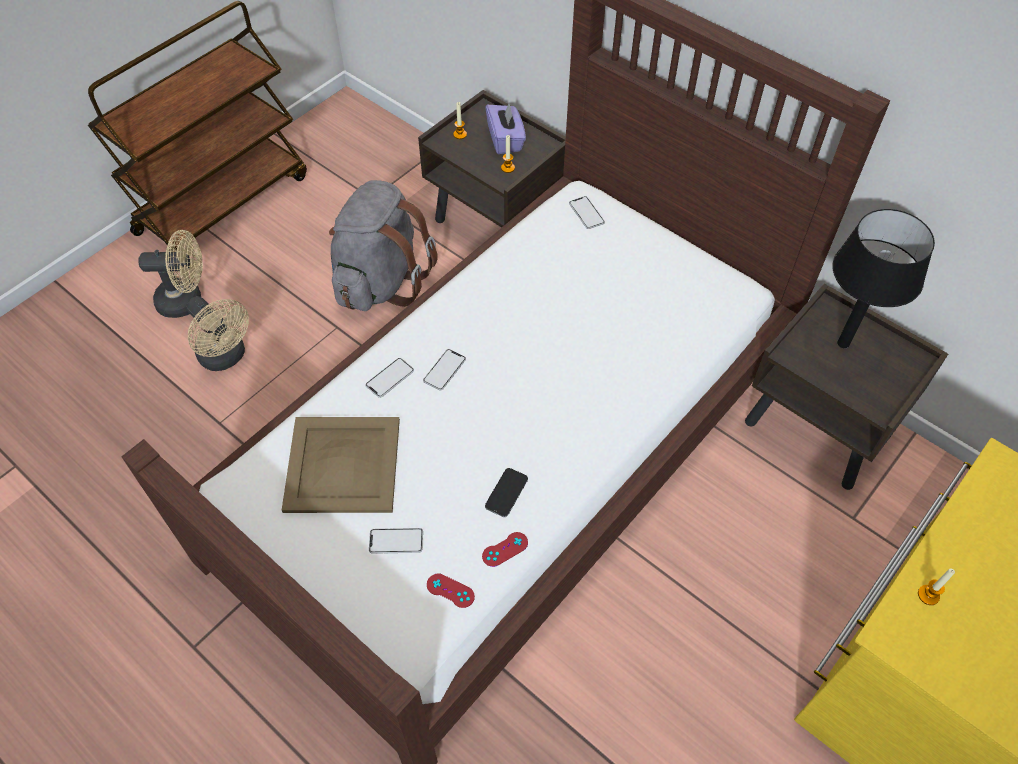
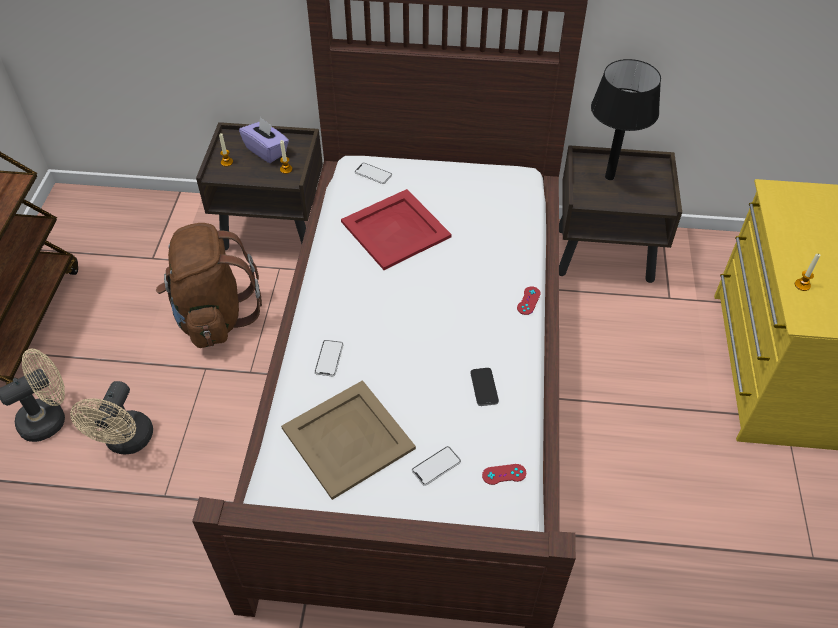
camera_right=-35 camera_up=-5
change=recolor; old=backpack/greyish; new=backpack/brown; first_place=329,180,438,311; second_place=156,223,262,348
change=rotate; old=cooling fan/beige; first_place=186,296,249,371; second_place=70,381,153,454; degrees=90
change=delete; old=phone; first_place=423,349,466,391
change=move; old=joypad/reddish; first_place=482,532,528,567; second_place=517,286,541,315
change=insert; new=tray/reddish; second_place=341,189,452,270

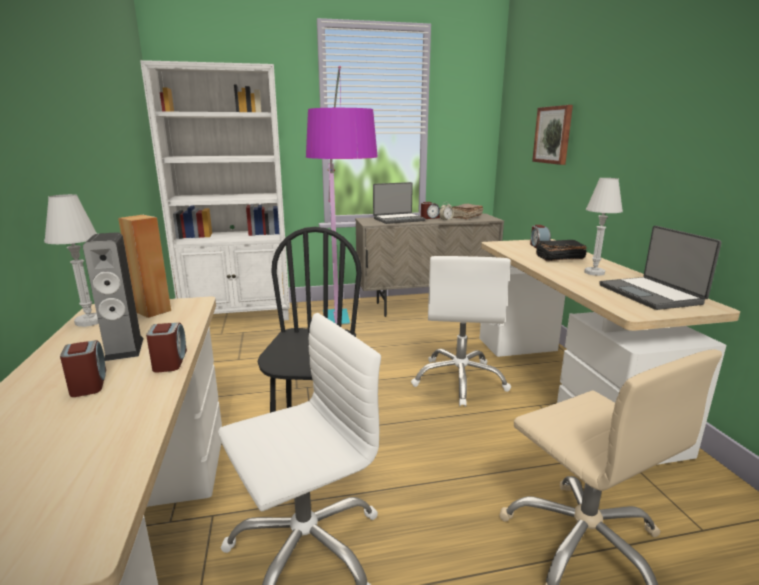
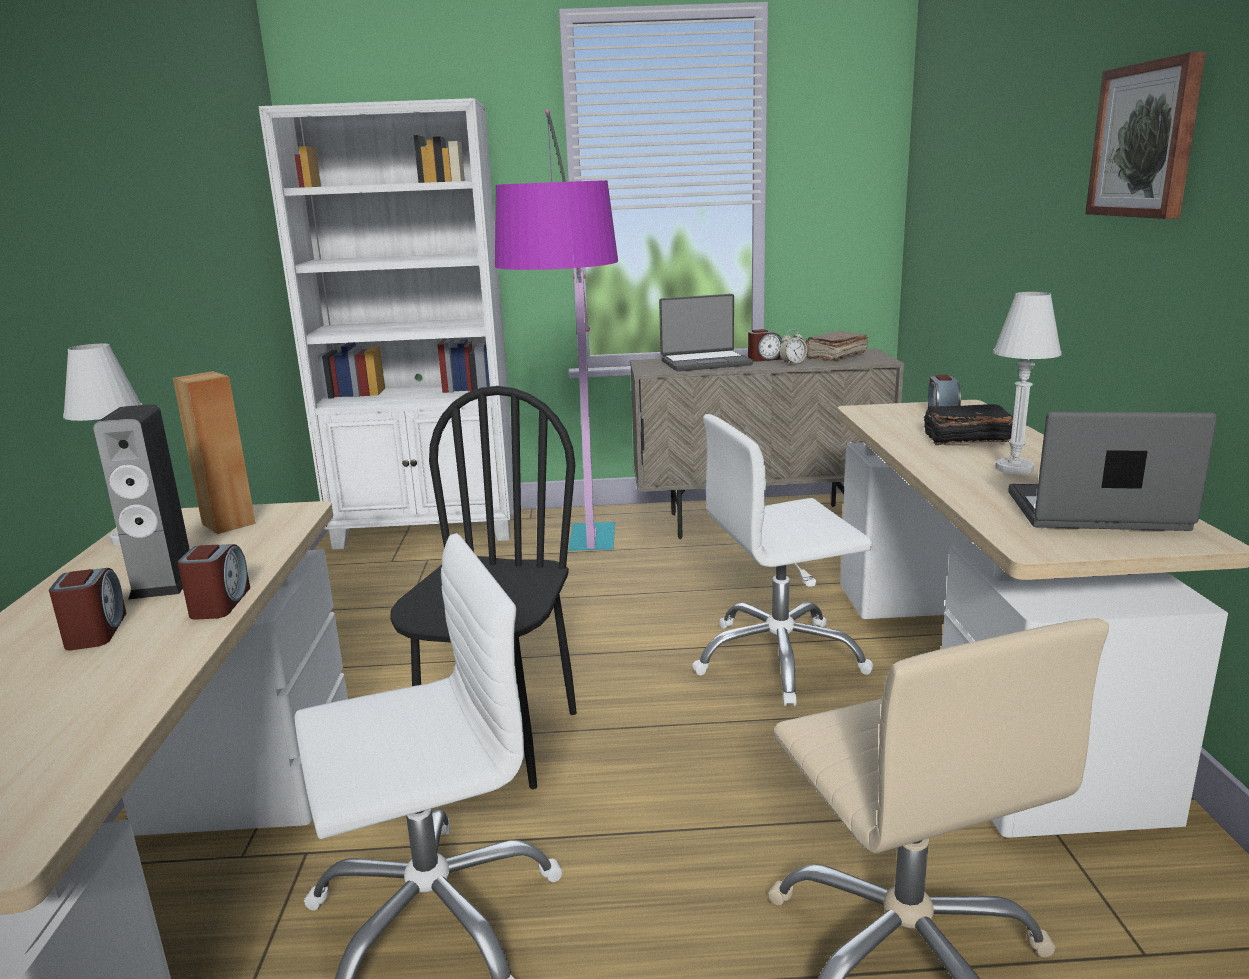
camera_right=10 camera_up=0
change=move; old=picture; first_place=532,105,573,165; second_place=1085,52,1206,219
change=rotate; old=portable computer; first_place=599,226,722,310; second_place=1009,412,1217,531; degrees=105
change=rotate; old=desk chair/white-coloured; first_place=411,256,511,407; second_place=692,414,873,706; degrees=60

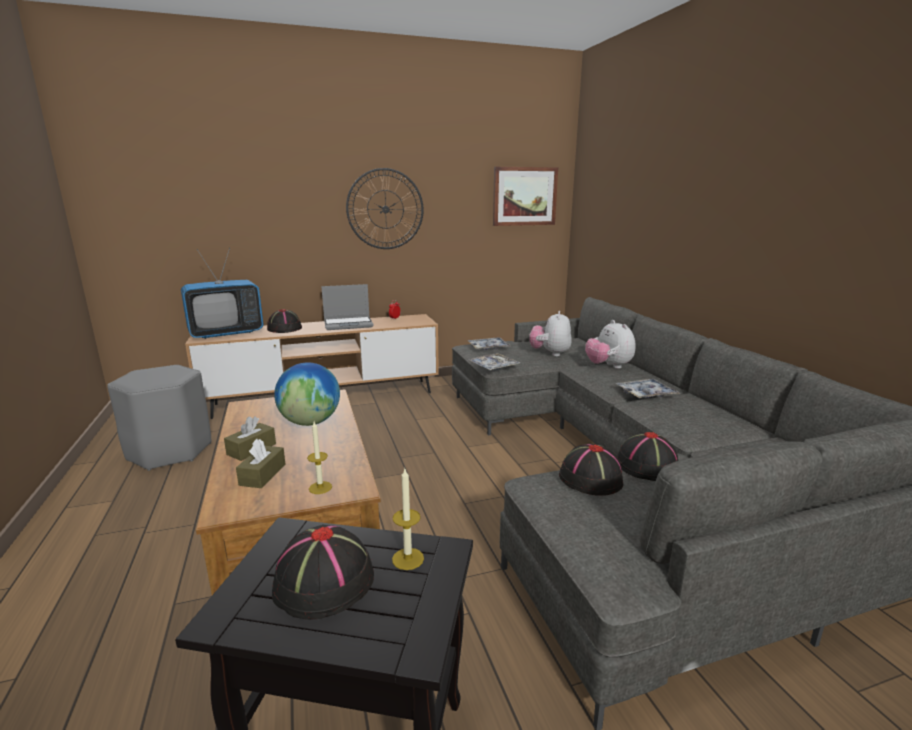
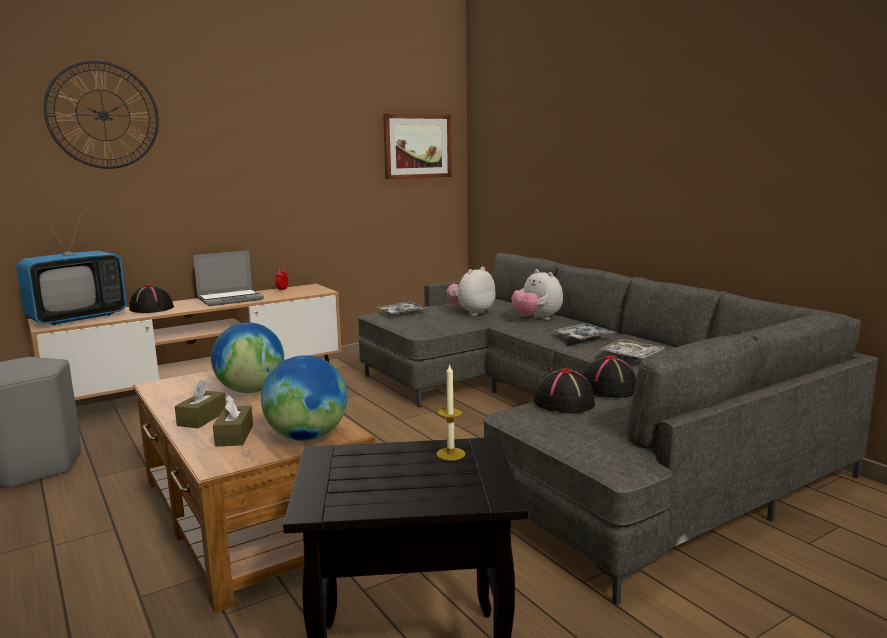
camera_right=-15 camera_up=-5
change=move; old=hanging clock; first_place=346,168,424,249; second_place=43,60,159,169
change=rotate; old=plush toy; first_place=529,311,572,356; second_place=446,267,496,316; degrees=45
change=move; old=tray; first_place=469,353,520,370; second_place=599,339,665,359
change=replace; old=wax light; new=world globe; first_place=307,422,332,494; second_place=261,355,347,441
change=delete; old=wearable hat/black; first_place=272,524,374,620

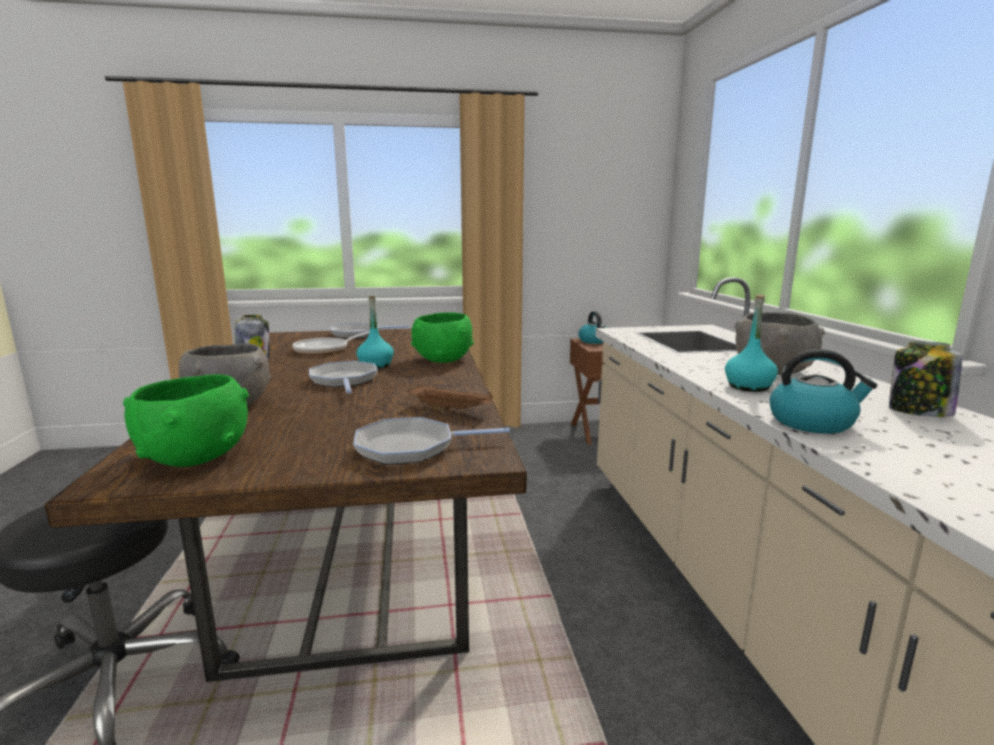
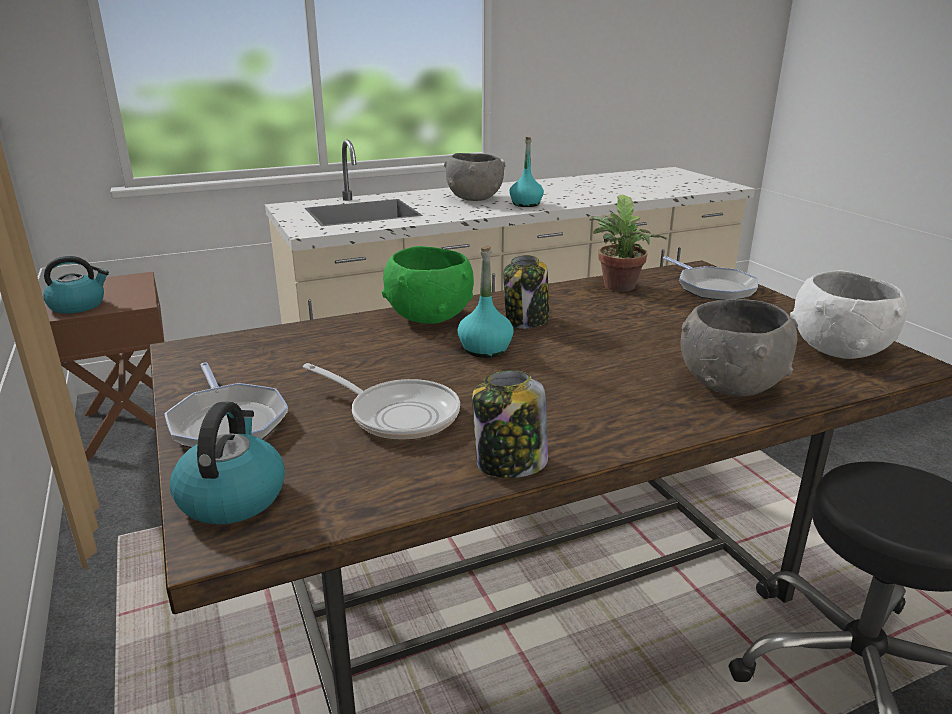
camera_right=-105 camera_up=10
change=move; old=jar; first_place=889,342,962,417; second_place=504,255,549,329
change=move; old=tea kettle; first_place=770,349,878,434; second_place=170,402,285,524
change=delete; old=pan; first_place=309,361,378,393
change=recolor; old=serving bowl/green; new=serving bowl/white-coloured; first_place=123,375,249,467; second_place=790,271,907,359
change=replace; old=tray/brown; new=plant in a pot; first_place=407,386,493,412; second_place=589,195,667,291

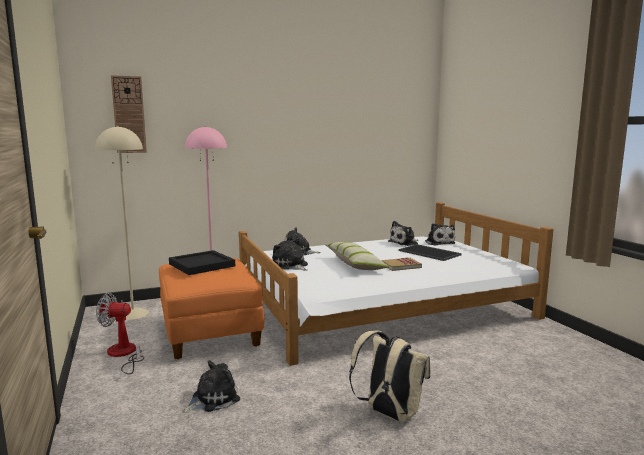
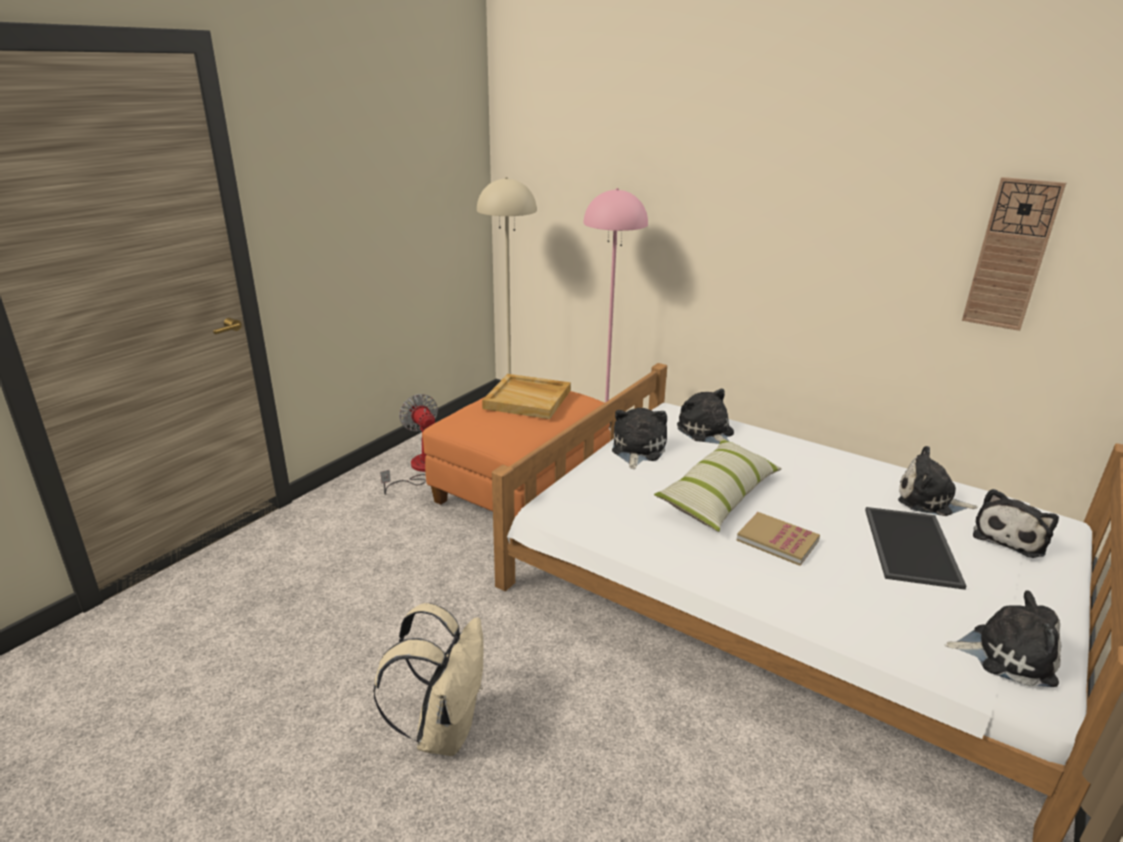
camera_right=55 camera_up=15
change=move; old=hanging clock; first_place=111,75,147,153; second_place=962,177,1066,331
change=recolor; old=tray/black; new=tray/beige; first_place=169,250,235,275; second_place=482,374,571,419
change=move; old=plush toy; first_place=182,360,240,413; second_place=945,590,1061,687

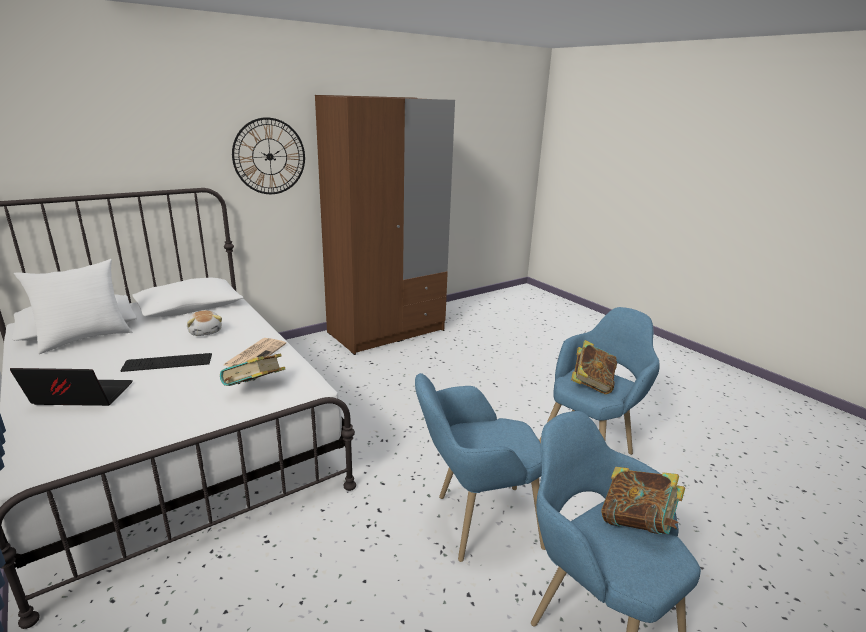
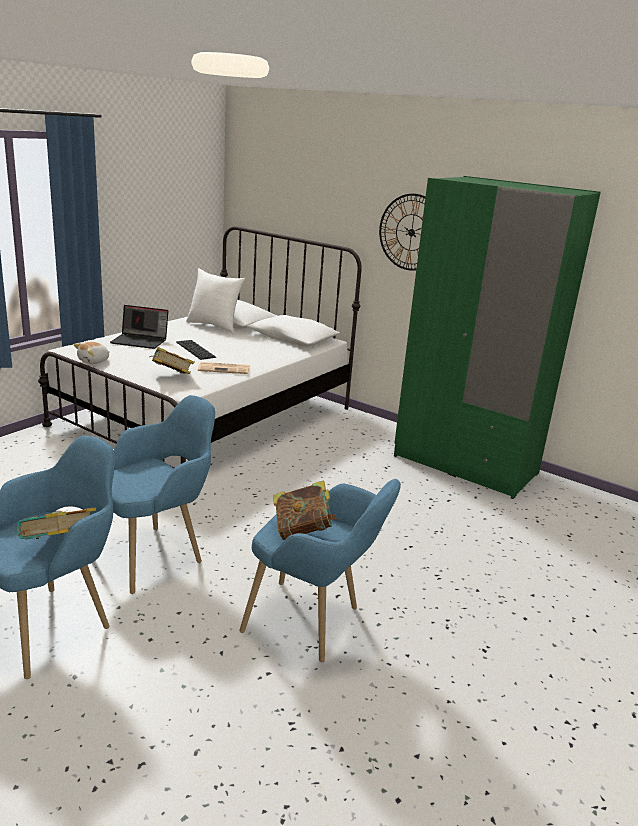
camera_right=70 camera_up=0
change=recolor; old=wardrobe/brown; new=wardrobe/green; first_place=315,95,455,355; second_place=394,176,601,499
change=move; old=plush toy; first_place=187,310,222,336; second_place=73,342,110,364
change=rotate; old=portable computer; first_place=10,368,133,406; second_place=110,305,168,349; degrees=120
change=rotate; old=easy chair/blue; first_place=415,373,546,562; second_place=112,395,215,594; degrees=75

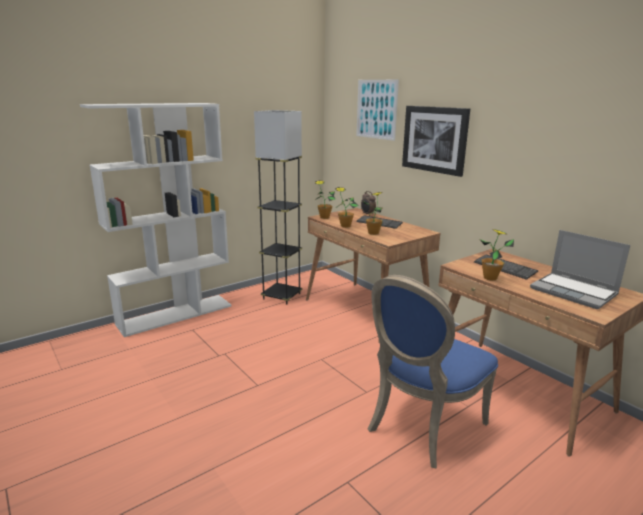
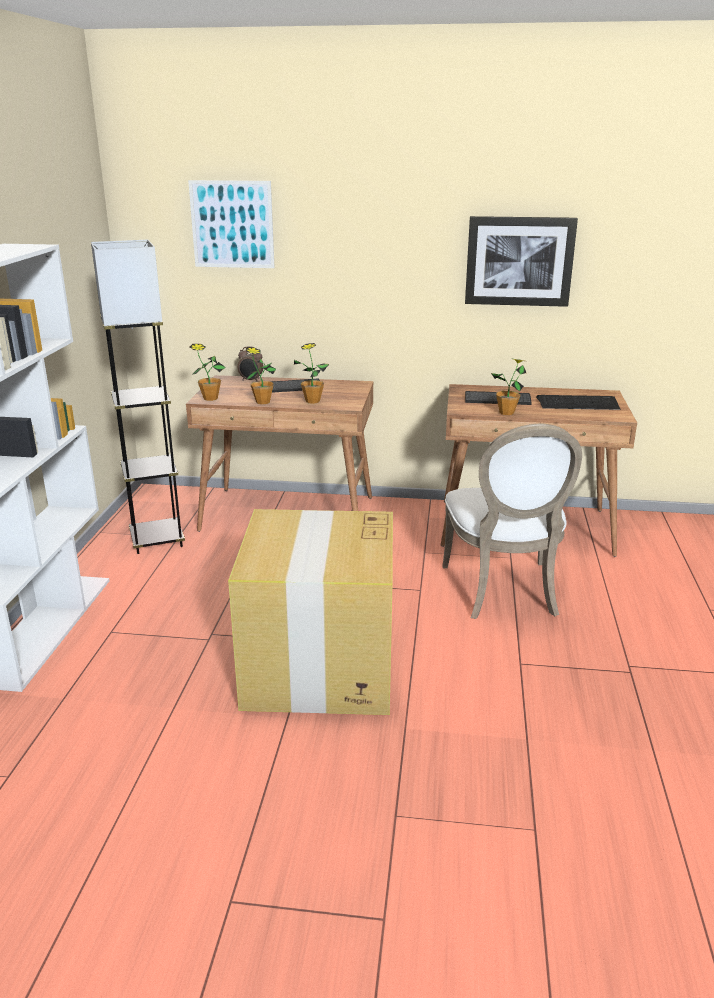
camera_right=-45 camera_up=5
change=move; old=picture; first_place=402,106,470,177; second_place=465,216,578,307
change=replace; old=portable computer; new=computer keyboard; first_place=530,230,630,309; second_place=536,395,620,410
change=recolor; old=plain chair/blue; new=plain chair/white-coloured; first_place=367,275,498,469; second_place=442,424,582,619
change=insert; new=packing box; second_place=228,509,393,715

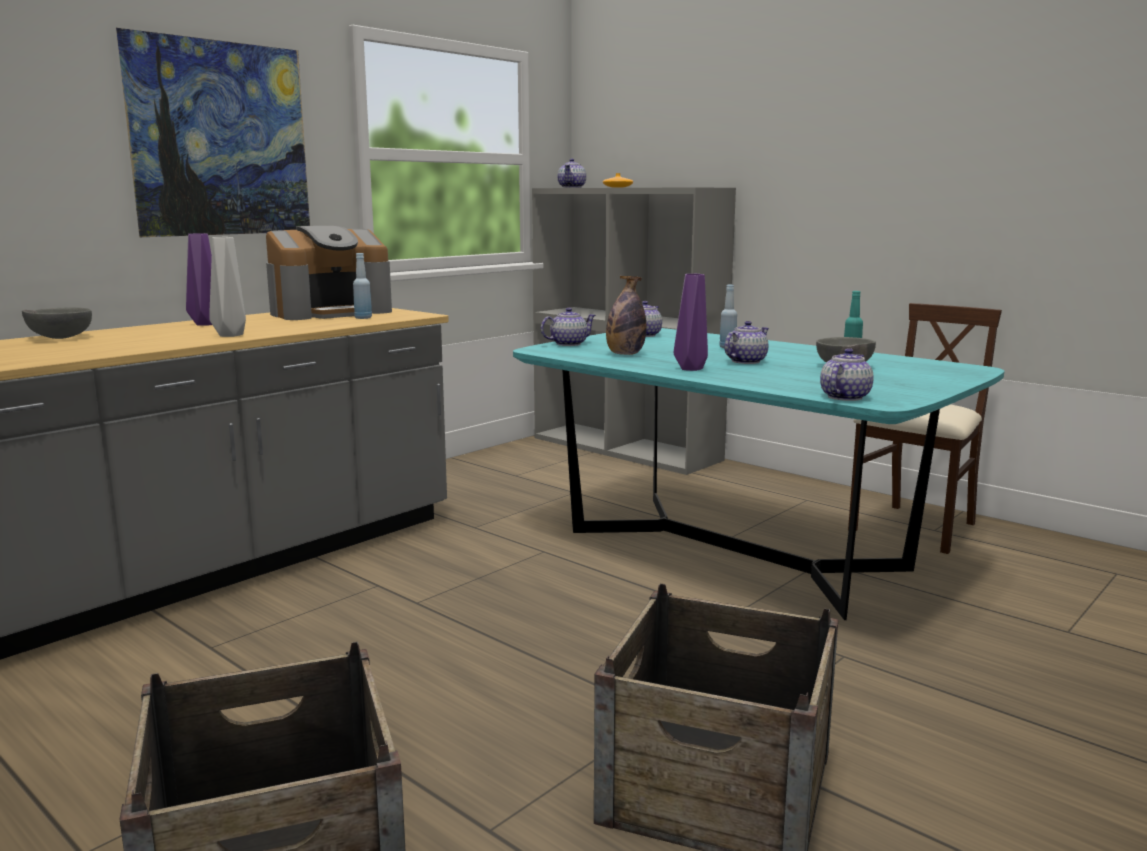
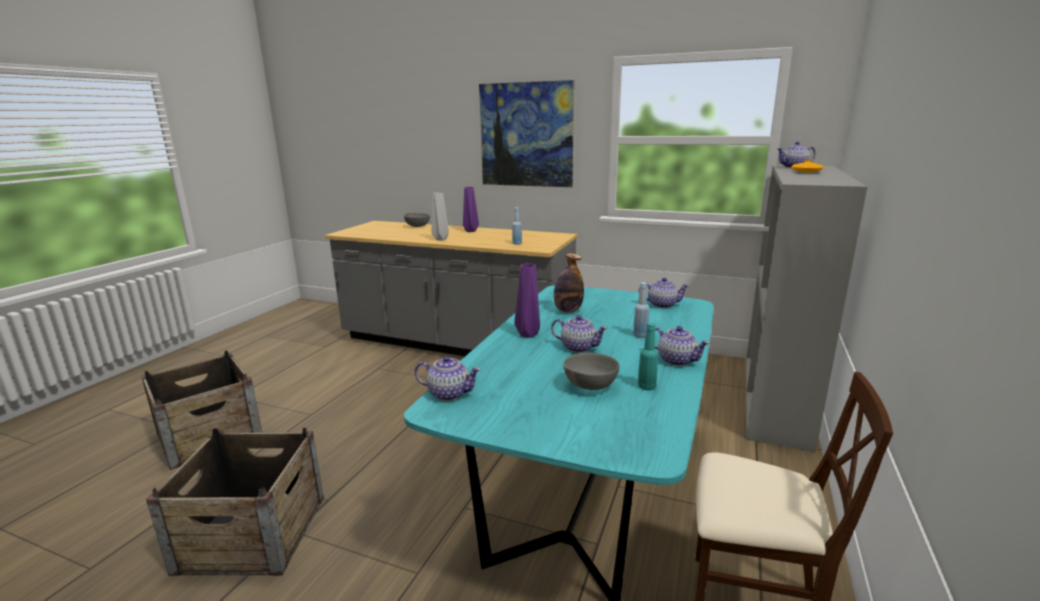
camera_right=70 camera_up=5
change=delete; old=coffee machine; first_place=266,226,392,320
change=move; old=pot for tea; first_place=541,308,596,346; second_place=655,326,710,366

